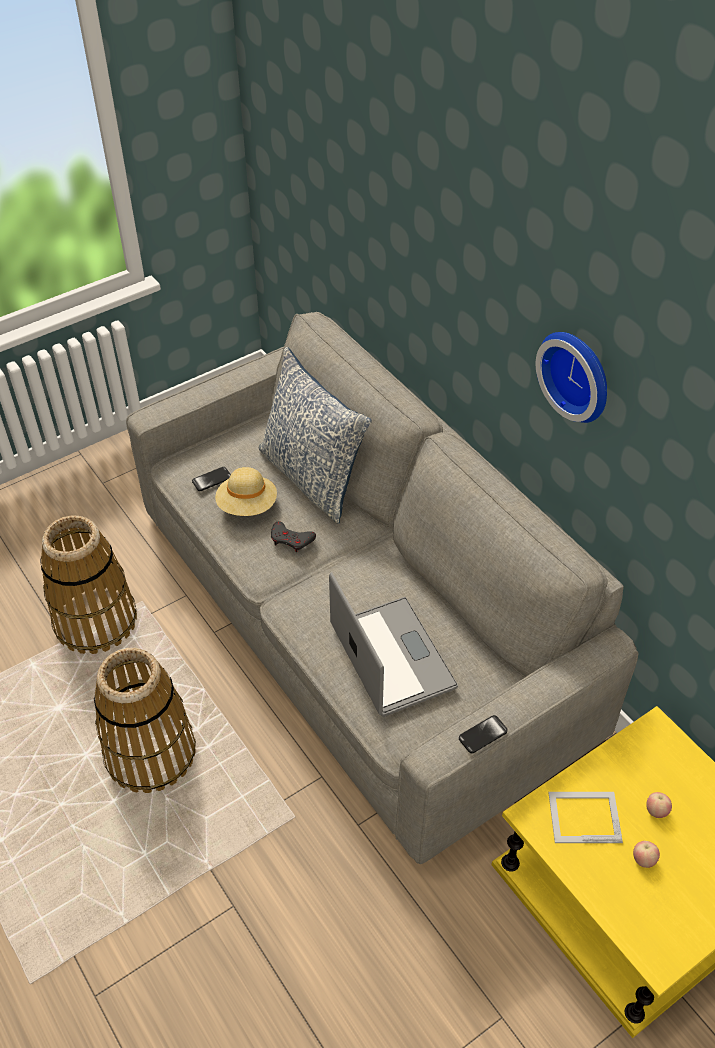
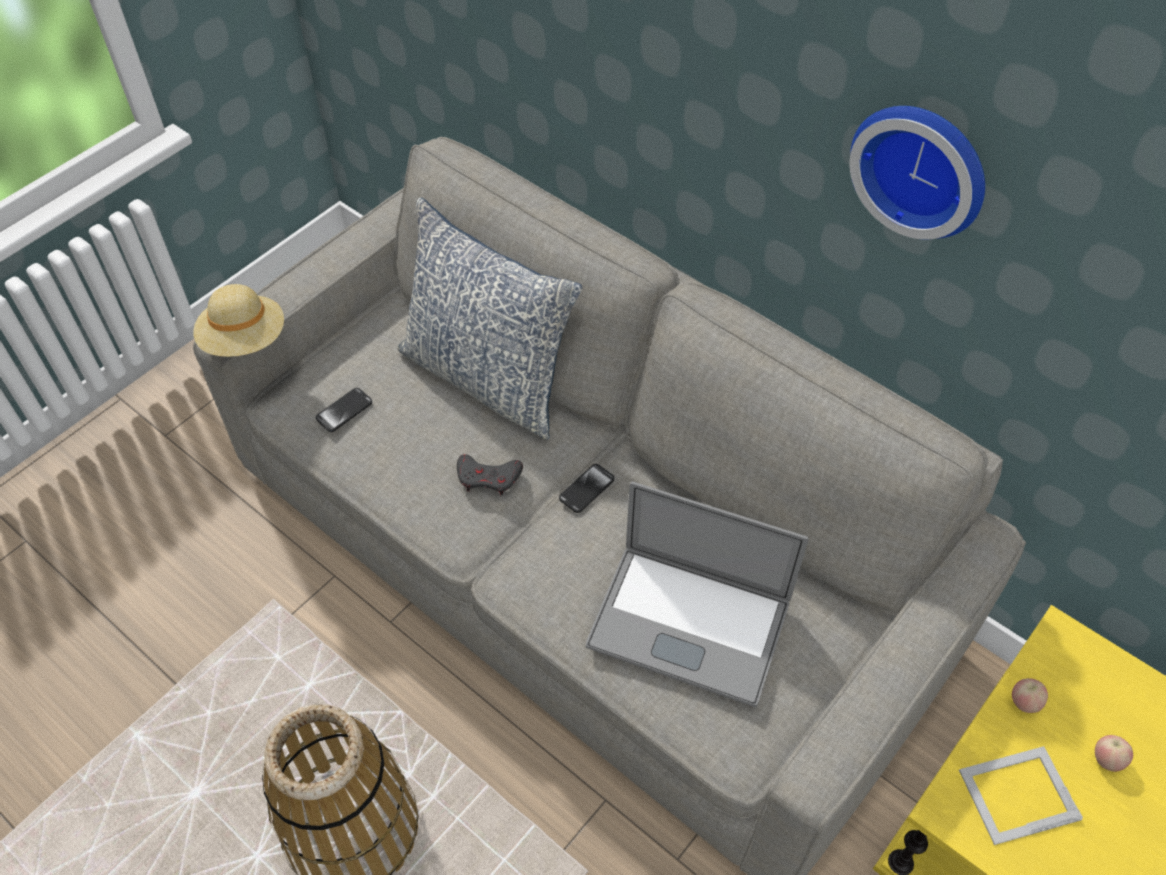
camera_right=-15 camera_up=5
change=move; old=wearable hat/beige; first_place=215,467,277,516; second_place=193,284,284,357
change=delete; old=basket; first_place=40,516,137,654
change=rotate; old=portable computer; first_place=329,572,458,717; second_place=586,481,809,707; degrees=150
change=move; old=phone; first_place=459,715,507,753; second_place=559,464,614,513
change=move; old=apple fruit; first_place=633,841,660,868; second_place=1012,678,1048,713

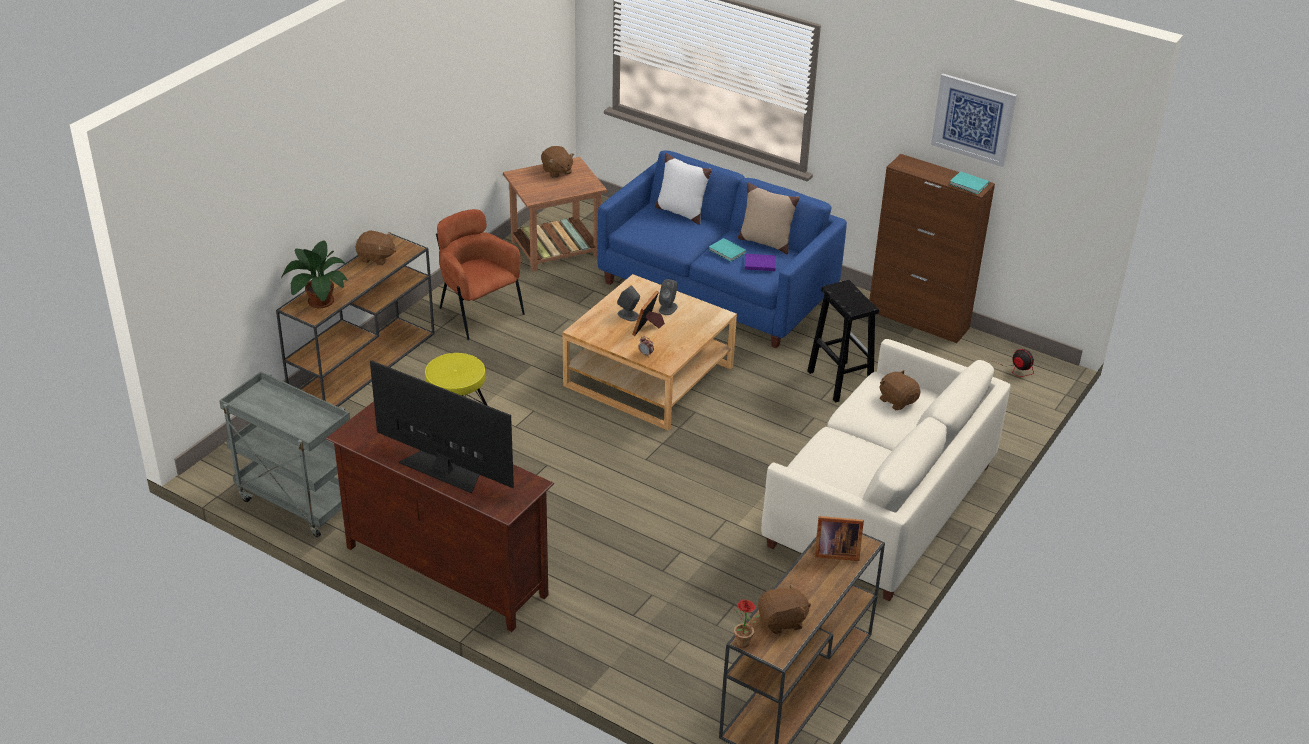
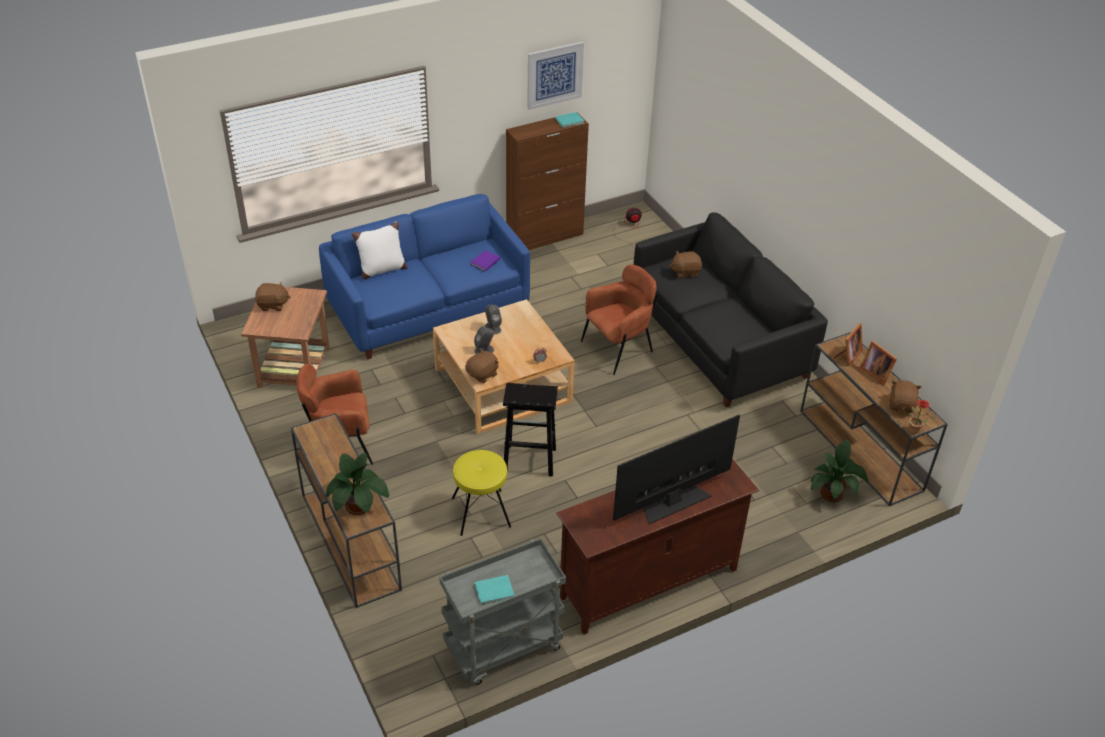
camera_right=-60 camera_up=5
change=delete; old=throw pillow/beige; first_place=738,183,799,254
change=move; old=plush toy/brown; first_place=356,230,396,265; second_place=465,349,499,383
change=move; old=book/turquoise; first_place=709,238,746,262; second_place=475,575,514,605
change=move; old=sitting stool/black; first_place=807,280,879,403; second_place=503,383,558,477
change=move; old=picture frame; first_place=632,291,665,336; second_place=860,341,897,385
change=recolor; old=sofa/white-coloured; new=sofa/black; first_place=761,339,1010,601; second_place=633,212,828,407
change=insert; new=easy chair/brown; second_place=581,264,658,375
change=insert; new=plant in a pot; second_place=810,440,868,502

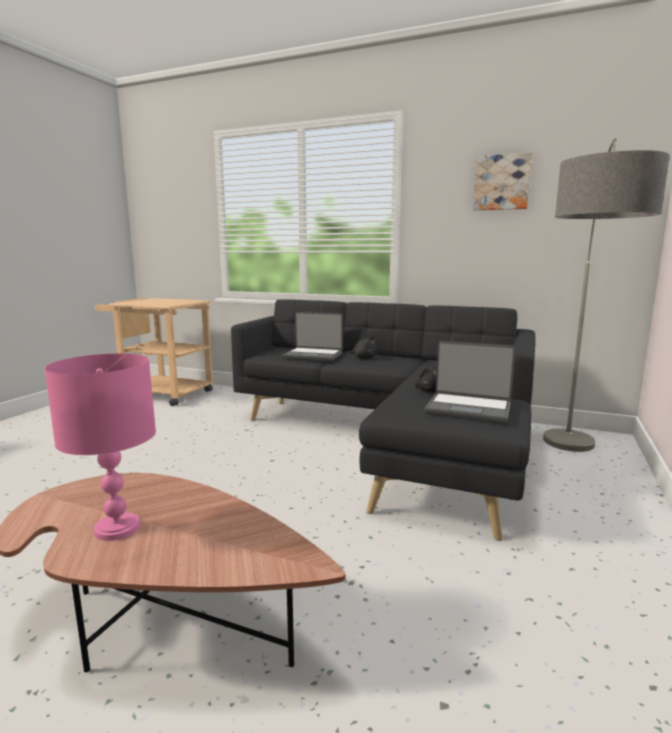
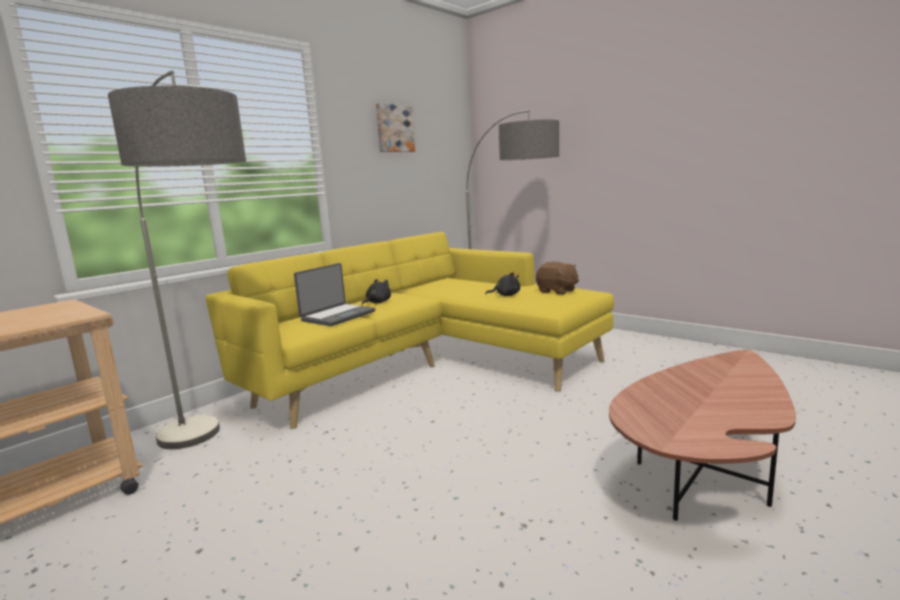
camera_right=-70 camera_up=0
change=recolor; old=sofa/black; new=sofa/yellowish; first_place=231,299,535,541; second_place=206,232,614,429
change=replace; old=portable computer; new=plush toy/brown; first_place=425,341,515,423; second_place=536,262,579,295
change=delete; old=lamp for a table/pink; first_place=44,353,156,541
change=insert; new=standing lamp; second_place=108,70,246,449

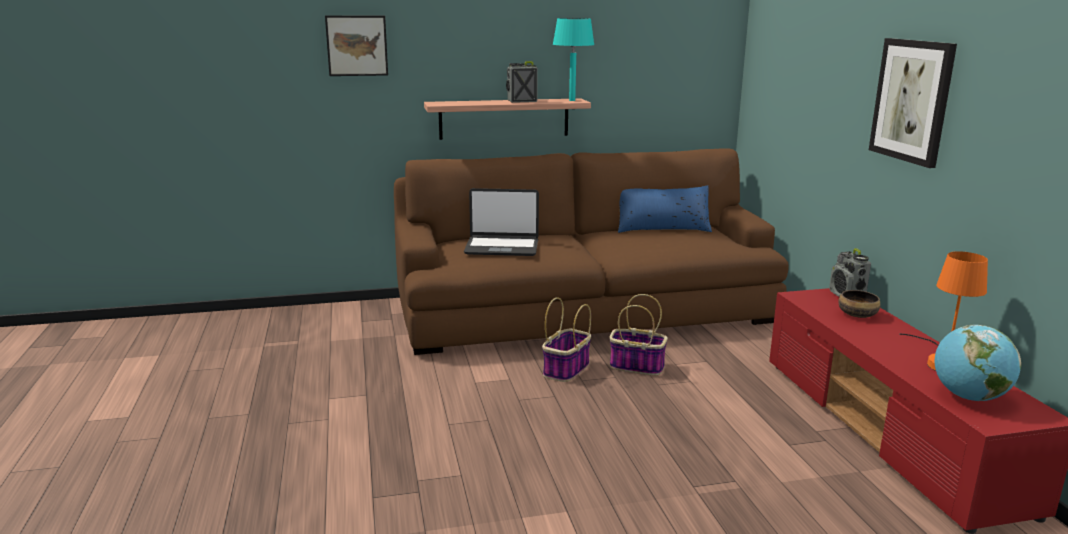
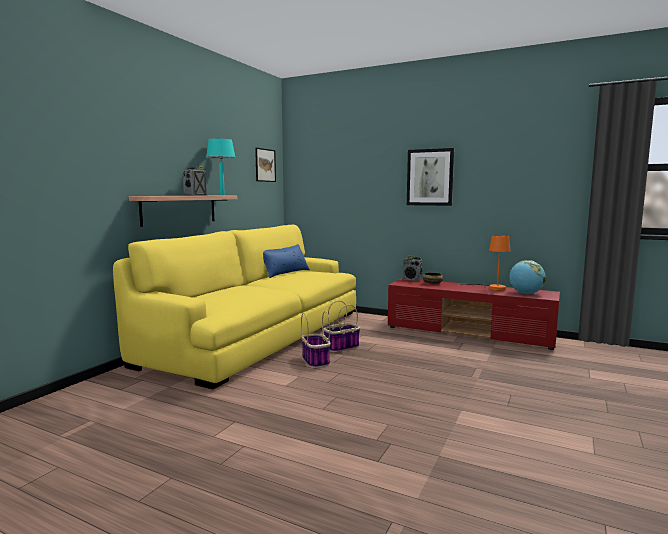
camera_right=-50 camera_up=-10
change=move; old=picture; first_place=325,16,388,76; second_place=255,148,276,182
change=recolor; old=sofa/brown; new=sofa/yellowish; first_place=394,148,789,355; second_place=113,225,356,389
change=delete; old=portable computer; first_place=464,188,539,256

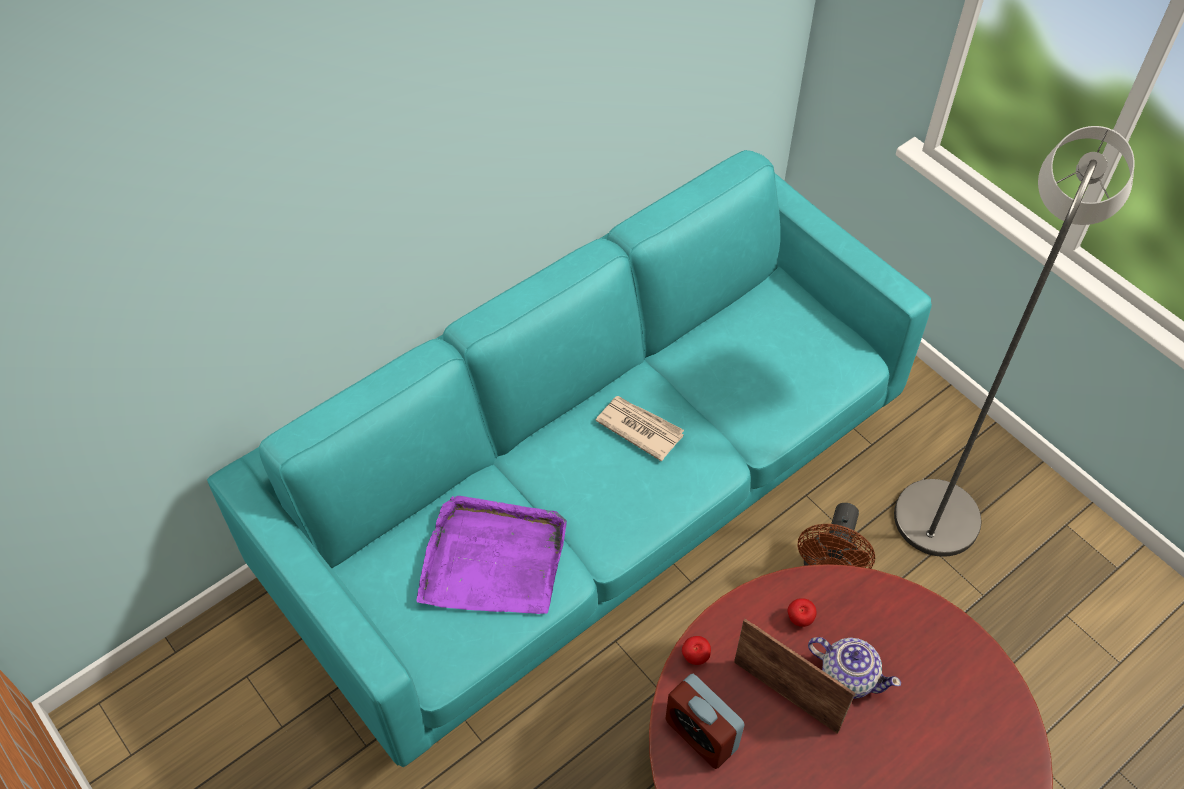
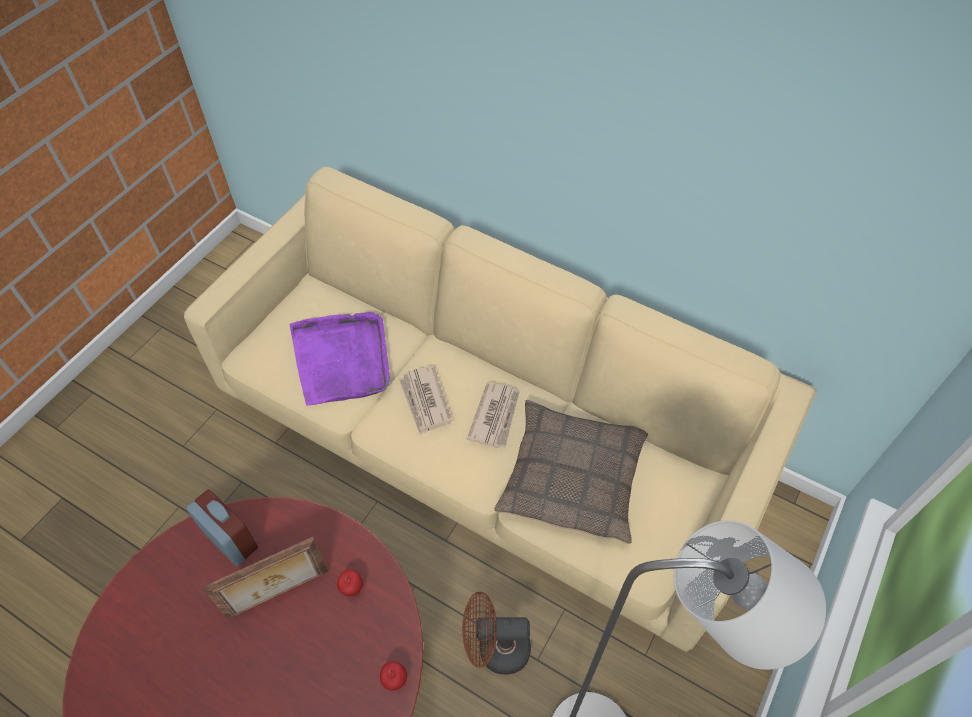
camera_right=70 camera_up=0
change=recolor; old=sofa/turquoise; new=sofa/beige; first_place=207,150,932,767; second_place=184,167,817,652
change=rotate; old=picture frame; first_place=734,619,856,734; second_place=202,537,328,619; degrees=45
change=move; old=apple fruit; first_place=682,636,711,665; second_place=380,661,407,691
change=delete; old=pot for tea; first_place=808,637,901,699
change=rotate; old=table clock; first_place=665,674,745,769; second_place=186,489,258,566; degrees=105
change=insert; new=newspaper; second_place=399,366,452,435
change=insert; new=throw pillow; second_place=494,400,648,544

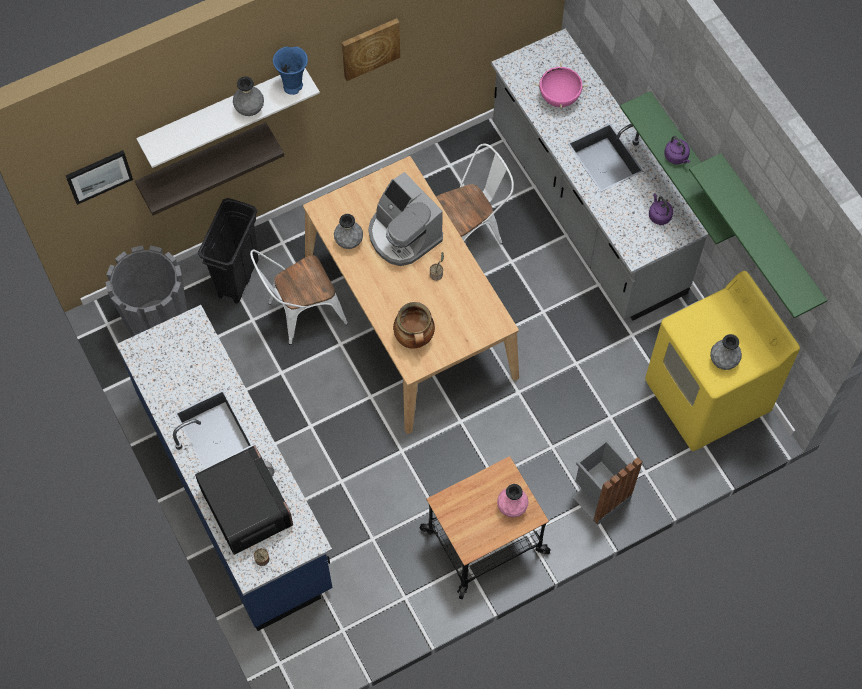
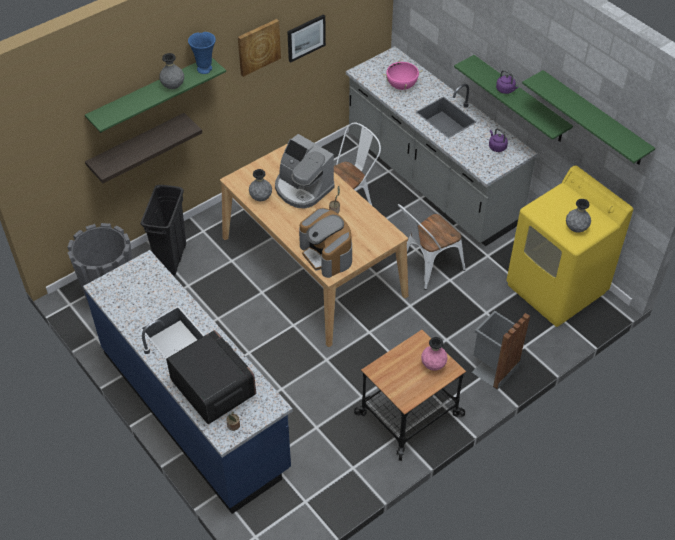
camera_right=-10 camera_up=-15
change=recolor; old=bracket shelf/white-coloured; new=bracket shelf/green; first_place=136,68,320,168; second_place=85,58,226,133
change=move; old=picture; first_place=66,150,133,205; second_place=287,14,326,63
change=move; old=plain chair/white-coloured; first_place=250,250,348,345; second_place=398,204,466,290
change=replace; old=saucepot; new=coffee machine; first_place=393,302,435,349; second_place=299,208,352,278

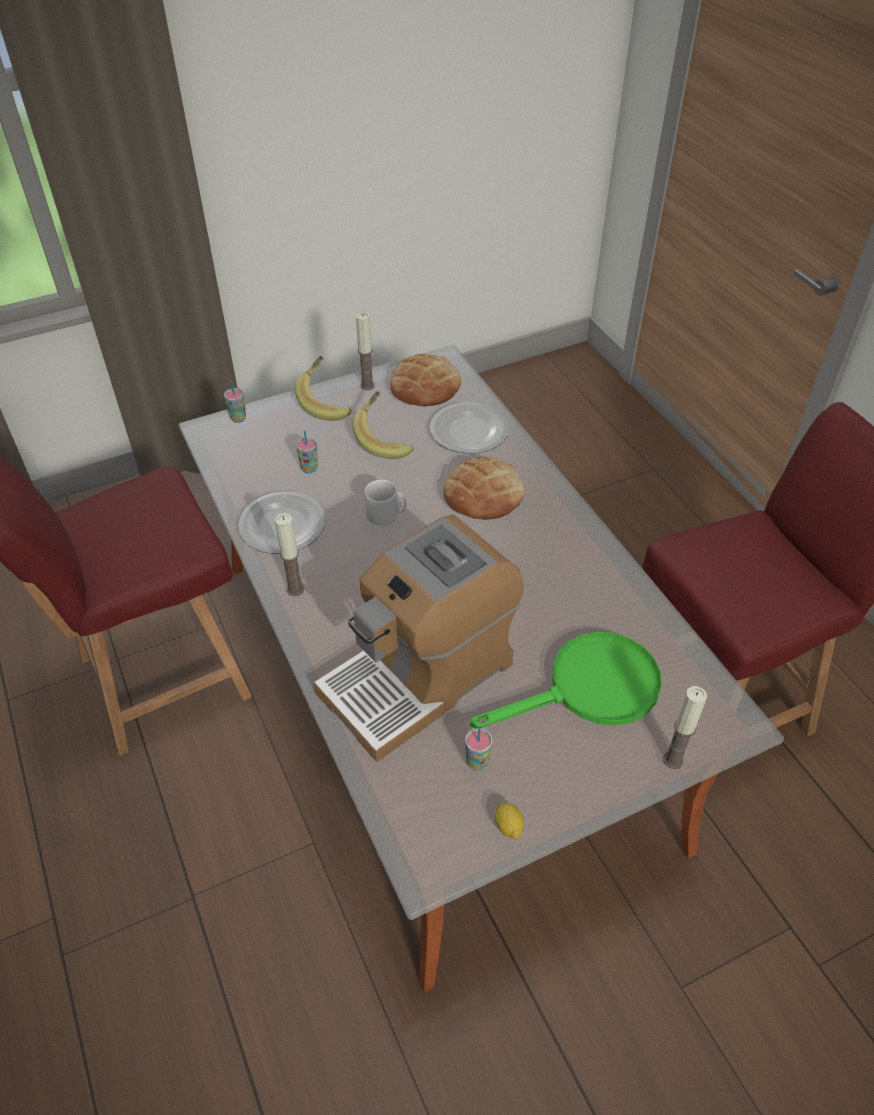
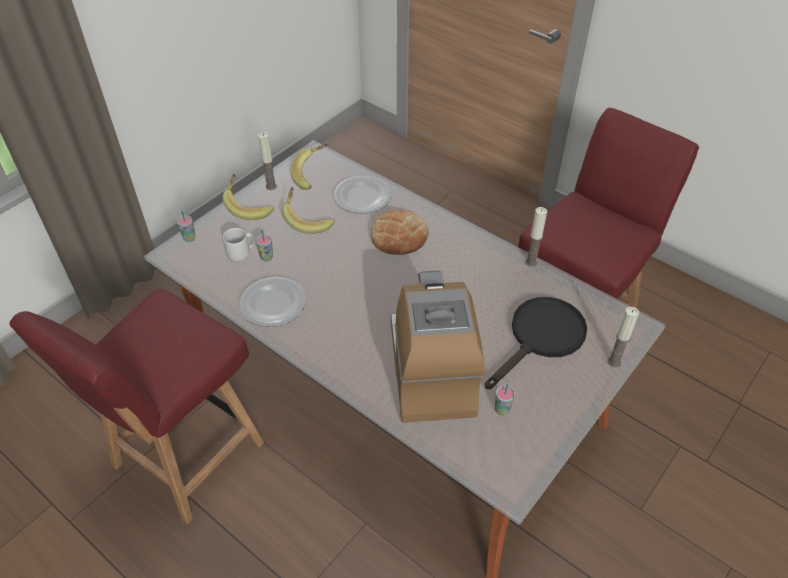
camera_right=-25 camera_up=0
change=replace; old=baked bread; new=banana fruit; first_place=390,354,461,406; second_place=291,144,328,190
change=move; old=tea mug/greyish; first_place=364,480,407,526; second_place=223,228,254,261
change=move; old=wax light; first_place=275,513,304,596; second_place=525,207,547,267
change=rotate; old=coffee machine; first_place=313,515,524,762; second_place=391,271,485,423; degrees=150
change=recolor; old=pan/green; new=pan/black; first_place=470,632,662,729; second_place=485,297,587,389
change=delete; old=lemon; first_place=495,802,524,840

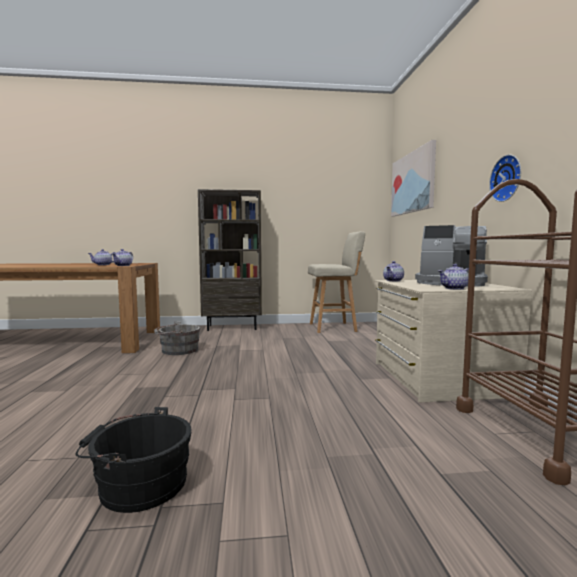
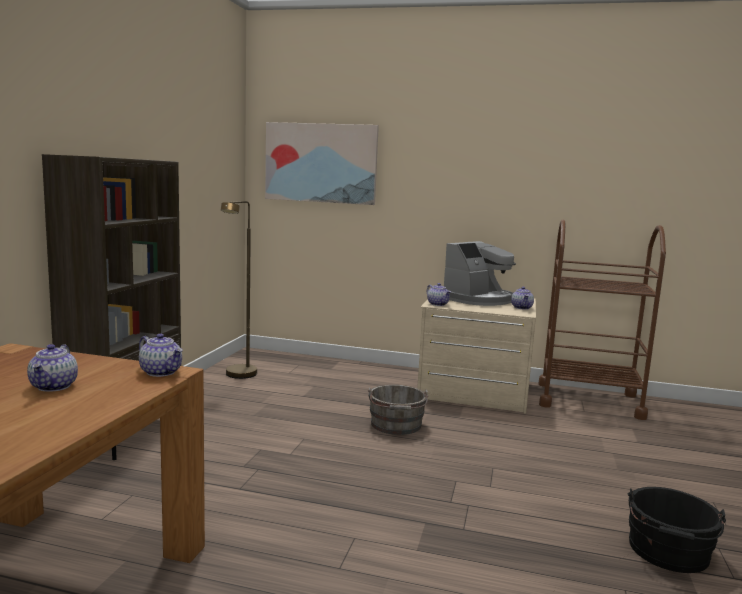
camera_right=-70 camera_up=5
change=delete; old=hanging clock; first_place=489,154,521,202
change=replace; old=sitting stool/beige; new=standing lamp/brown; first_place=308,231,365,333; second_place=221,201,257,379
change=move; old=bucket/greyish; first_place=154,321,200,355; second_place=368,385,428,435

